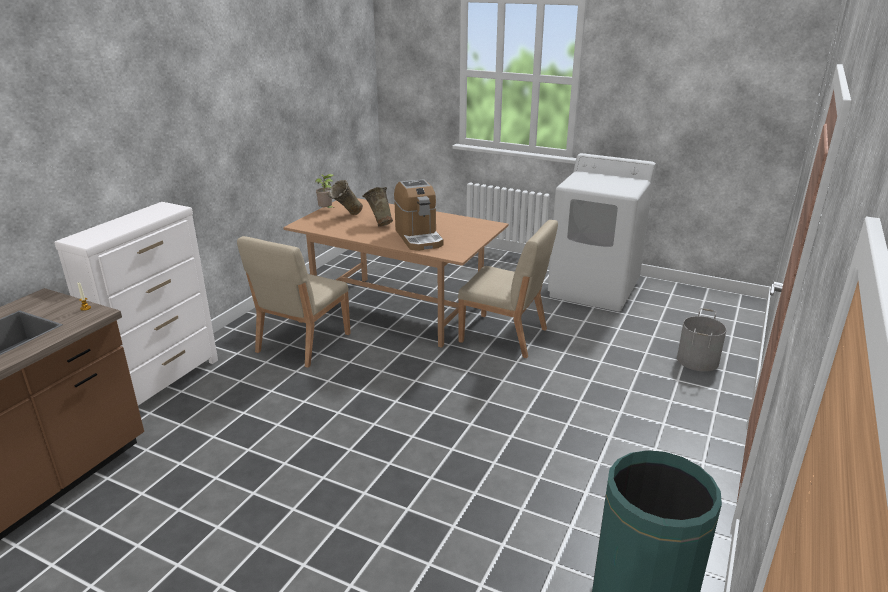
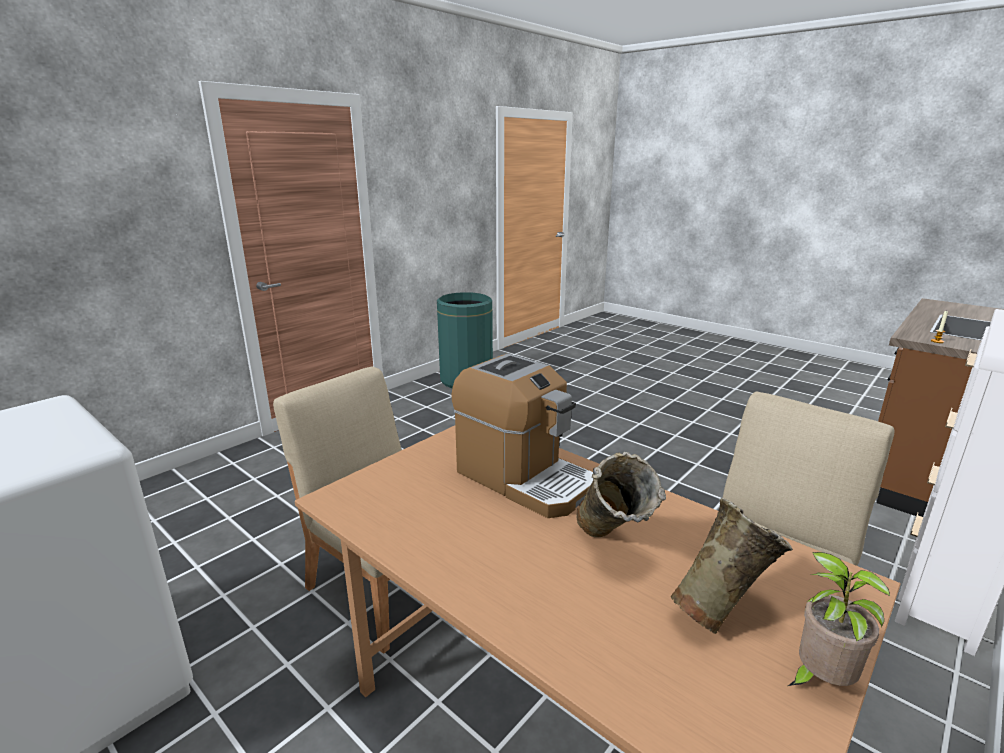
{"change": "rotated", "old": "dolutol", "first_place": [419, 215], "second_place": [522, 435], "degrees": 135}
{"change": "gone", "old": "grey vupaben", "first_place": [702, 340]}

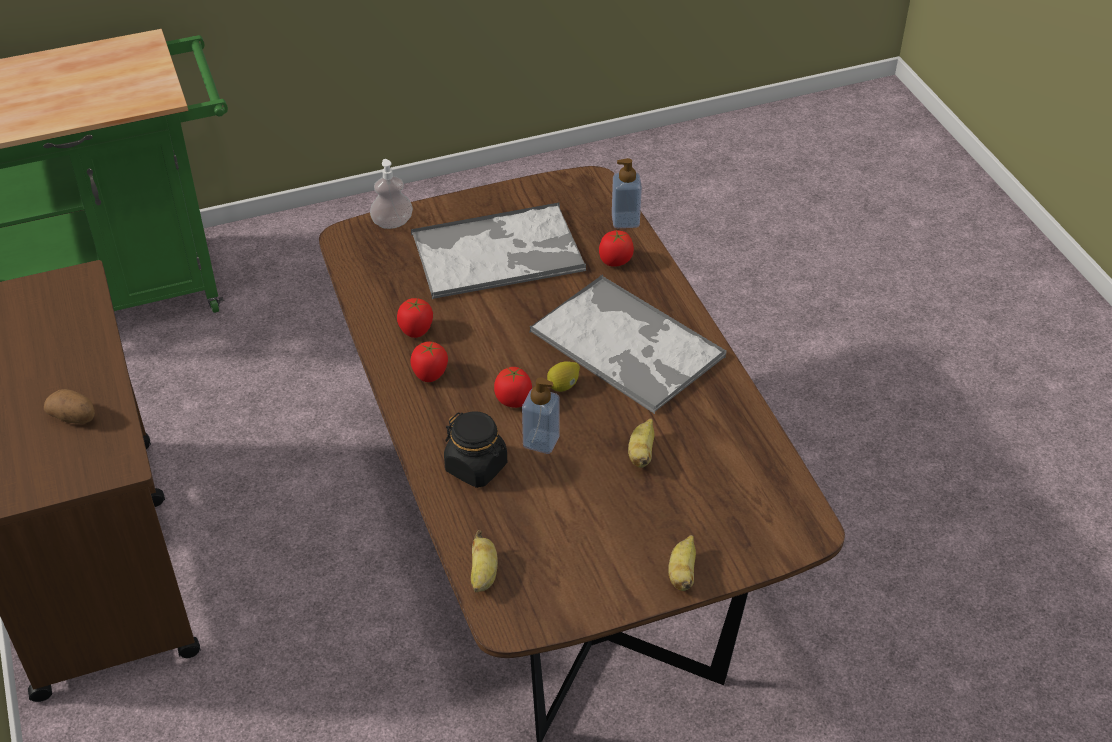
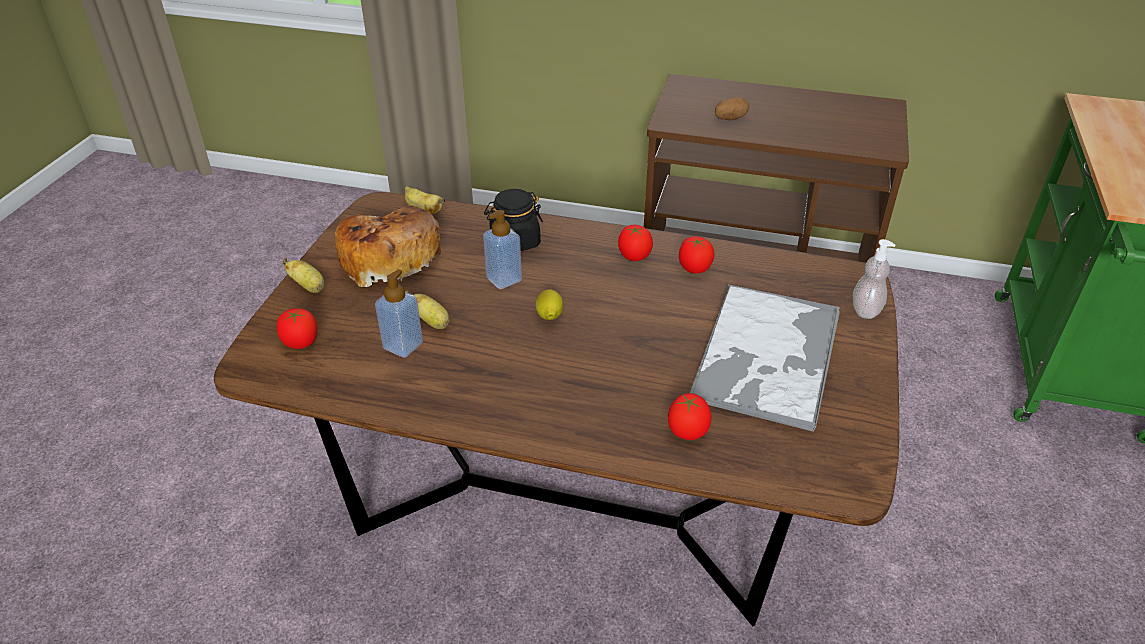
{"change": "shifted", "old": "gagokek", "first_place": [627, 193], "second_place": [399, 313]}
{"change": "gone", "old": "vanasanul", "first_place": [628, 344]}
{"change": "shifted", "old": "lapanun", "first_place": [513, 387], "second_place": [297, 328]}
{"change": "new", "new": "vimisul", "second_place": [388, 246]}

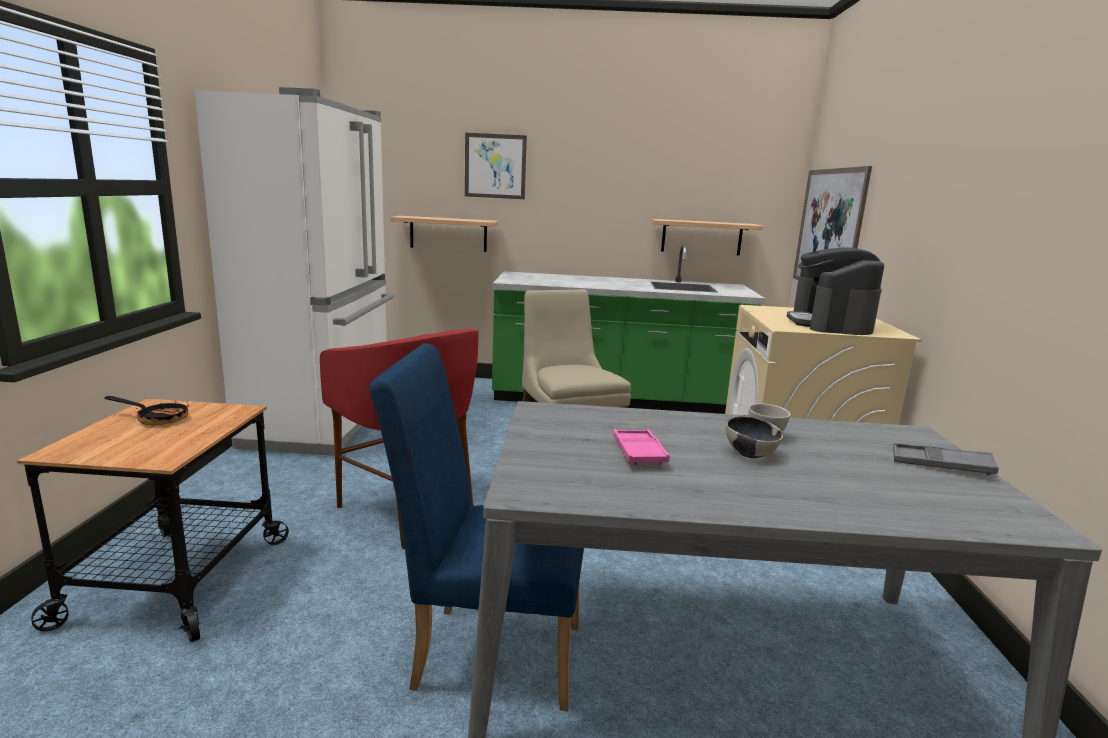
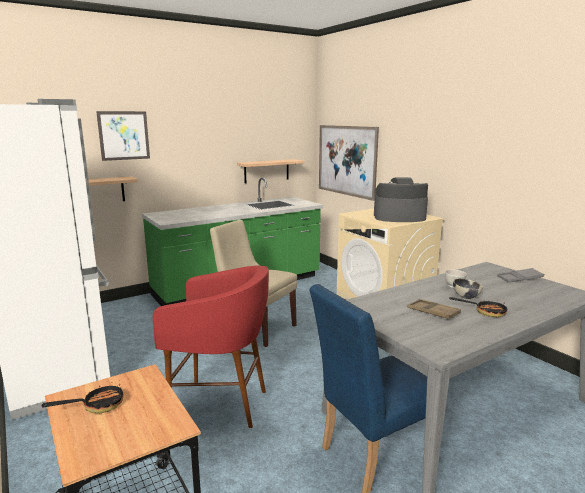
{"change": "rotated", "old": "dolutol", "first_place": [835, 291], "second_place": [401, 199], "degrees": 120}
{"change": "repainted", "old": "pink vanasanul", "new": "brown vanasanul", "first_place": [641, 447], "second_place": [434, 309]}
{"change": "new", "new": "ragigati", "second_place": [478, 307]}

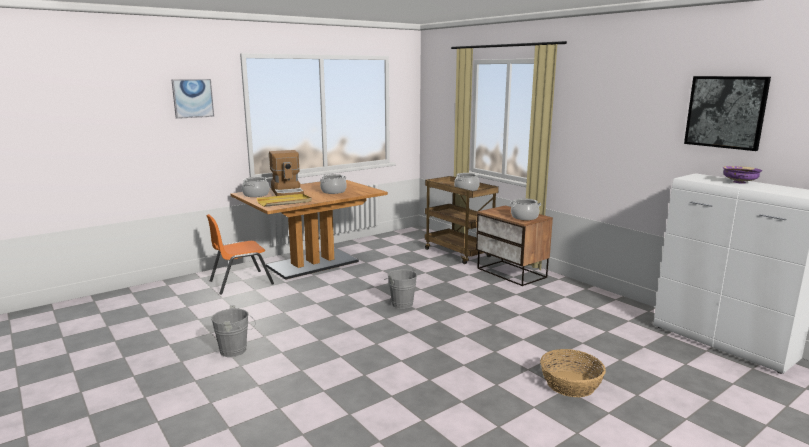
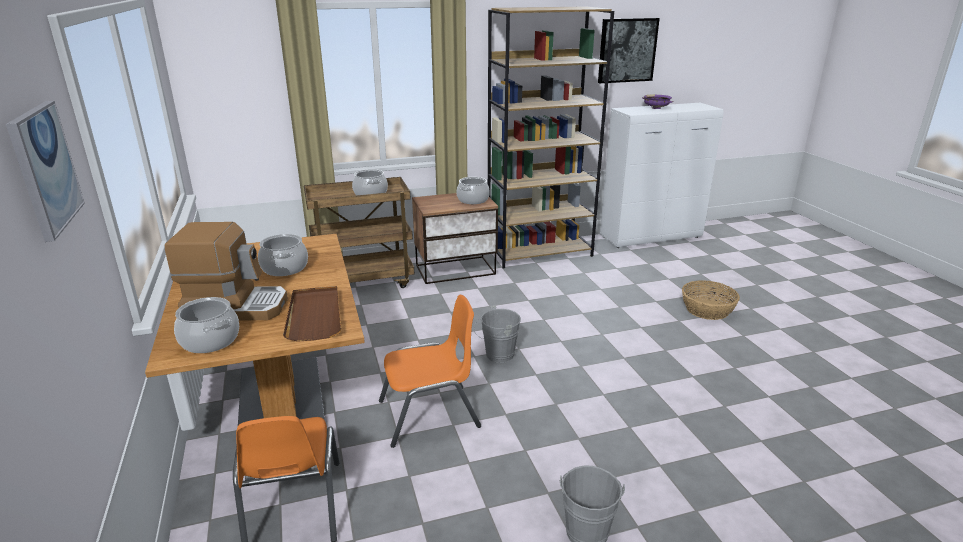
{"change": "repainted", "old": "yellow vanasanul", "new": "brown vanasanul", "first_place": [284, 200], "second_place": [312, 314]}
{"change": "new", "new": "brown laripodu", "second_place": [551, 137]}
{"change": "new", "new": "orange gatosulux", "second_place": [430, 371]}

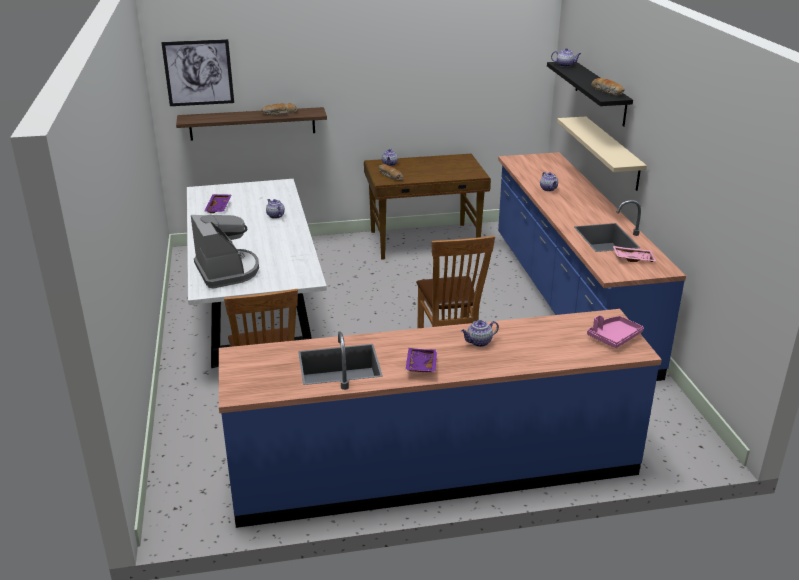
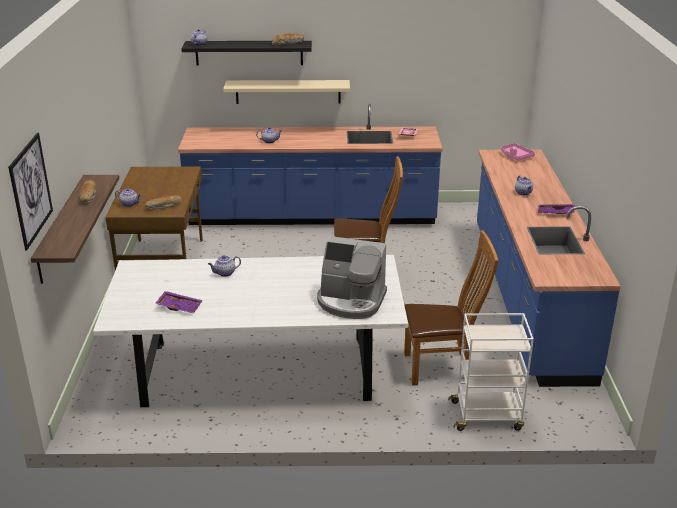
{"change": "rotated", "old": "dolutol", "first_place": [225, 252], "second_place": [352, 277], "degrees": -150}
{"change": "new", "new": "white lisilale", "second_place": [491, 372]}

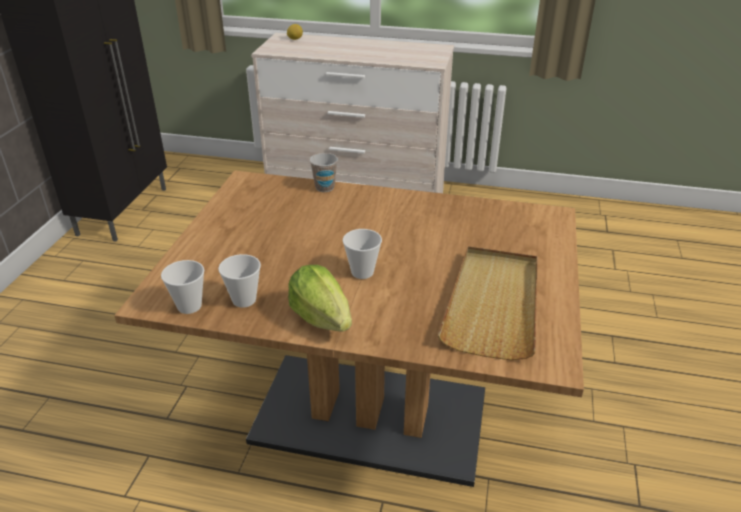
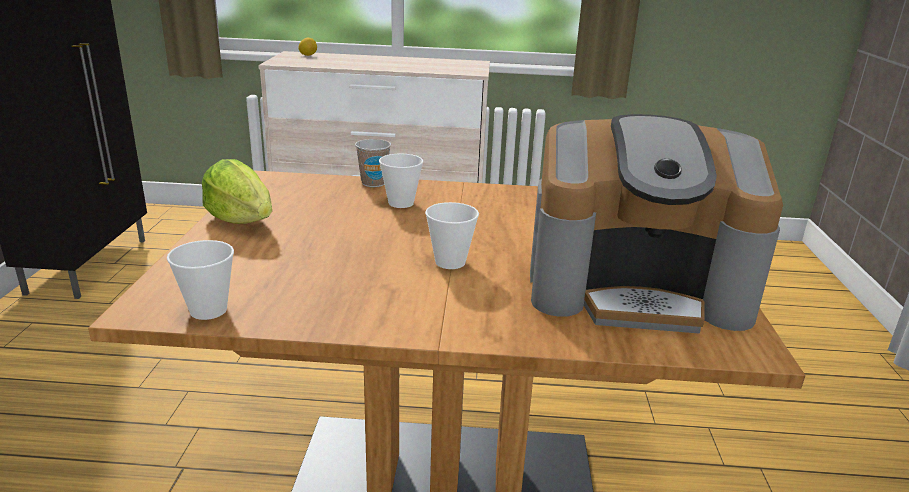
{"change": "swapped", "old": "beige vanasanul", "new": "dolutol", "first_place": [488, 303], "second_place": [656, 224]}
{"change": "shifted", "old": "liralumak", "first_place": [239, 281], "second_place": [401, 181]}
{"change": "shifted", "old": "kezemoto", "first_place": [320, 298], "second_place": [237, 191]}

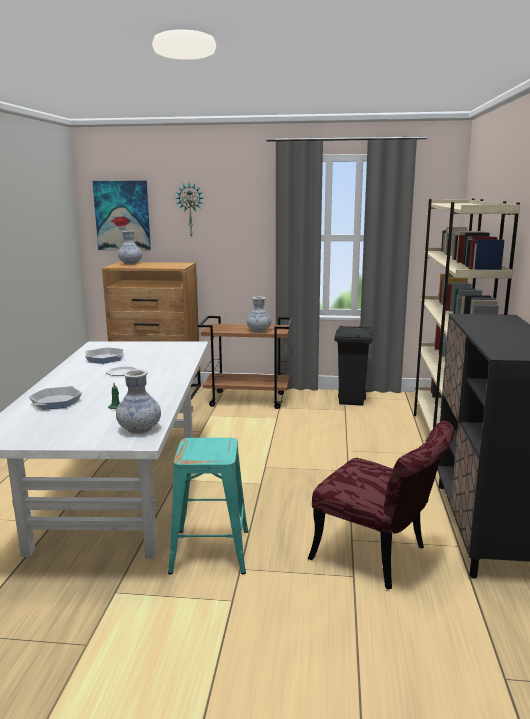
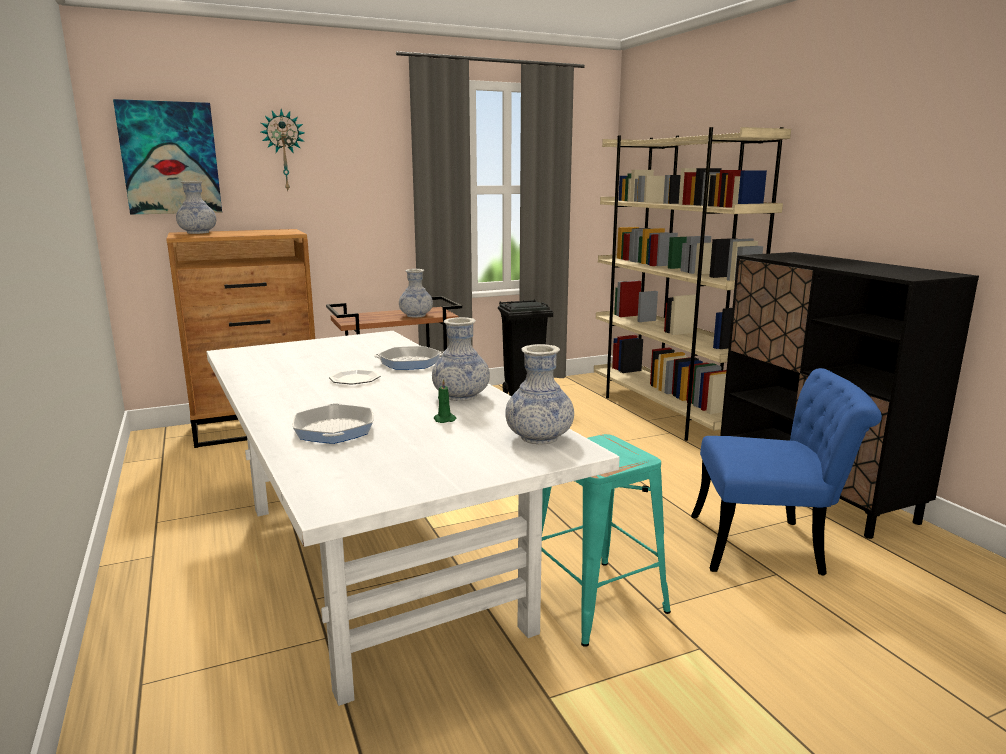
{"change": "shifted", "old": "ragigati", "first_place": [105, 355], "second_place": [408, 358]}
{"change": "repainted", "old": "red gatosulux", "new": "blue gatosulux", "first_place": [381, 505], "second_place": [786, 472]}
{"change": "new", "new": "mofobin", "second_place": [461, 359]}

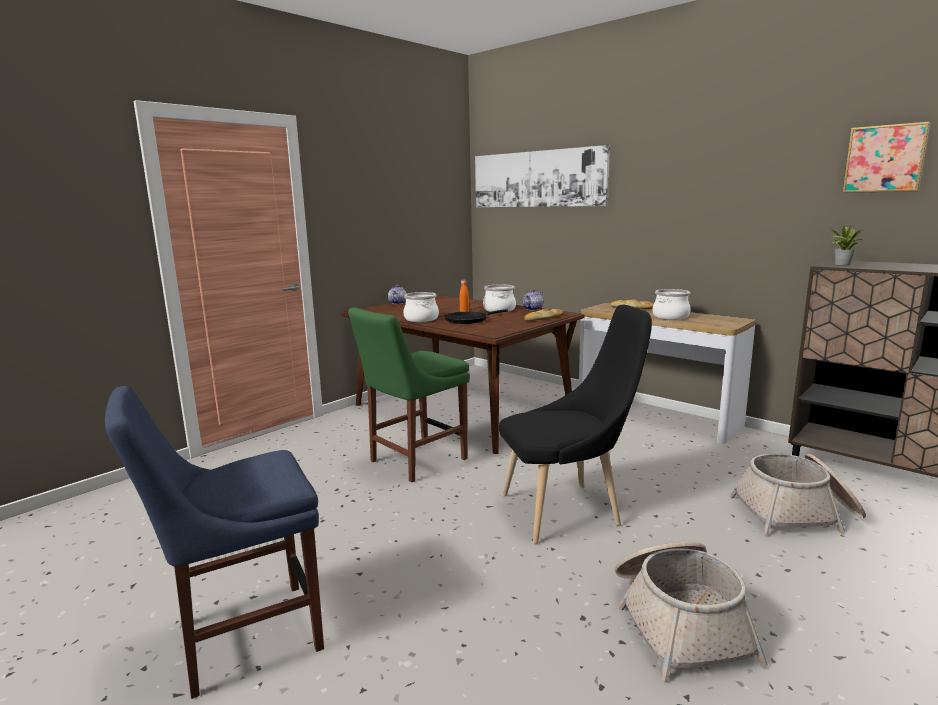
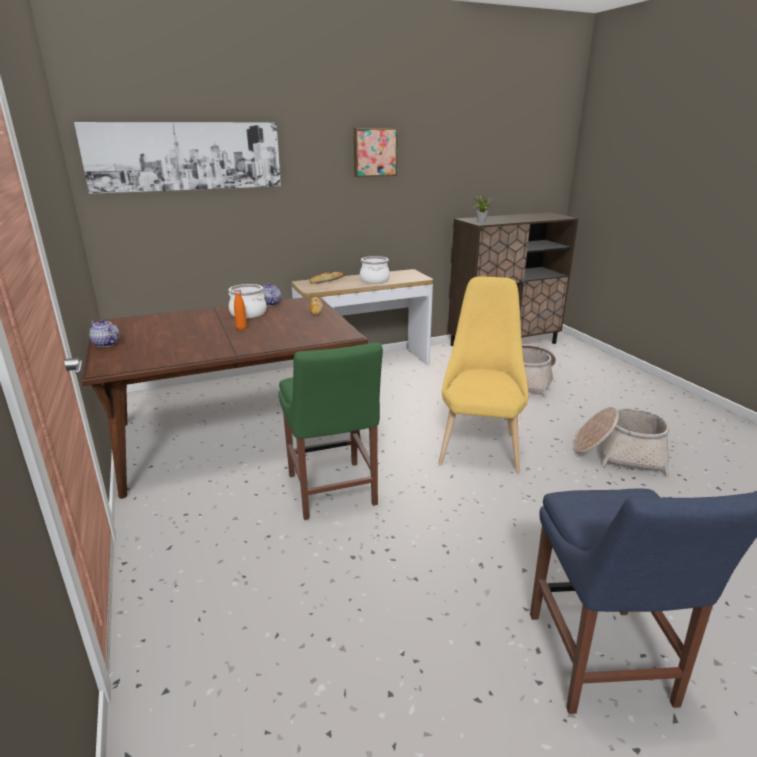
{"change": "shifted", "old": "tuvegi", "first_place": [886, 157], "second_place": [376, 152]}
{"change": "gone", "old": "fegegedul", "first_place": [421, 307]}
{"change": "repainted", "old": "black gatosulux", "new": "yellow gatosulux", "first_place": [575, 424], "second_place": [483, 374]}
{"change": "gone", "old": "black ragigati", "first_place": [476, 316]}

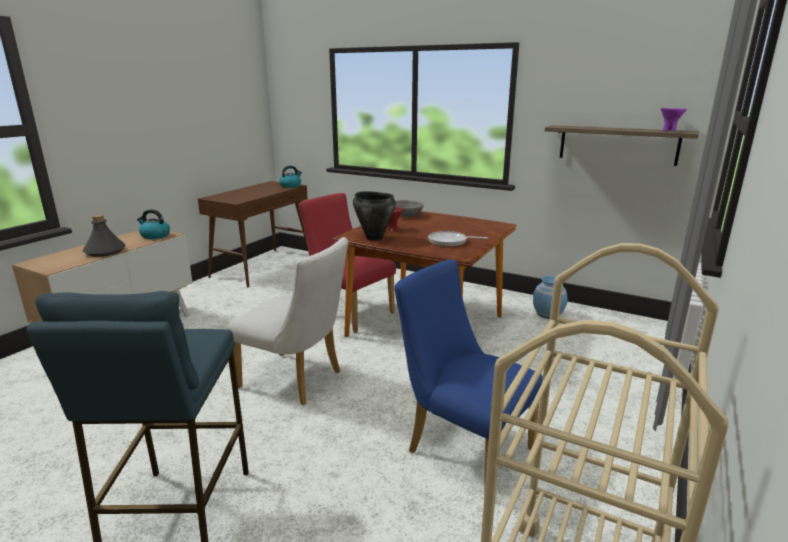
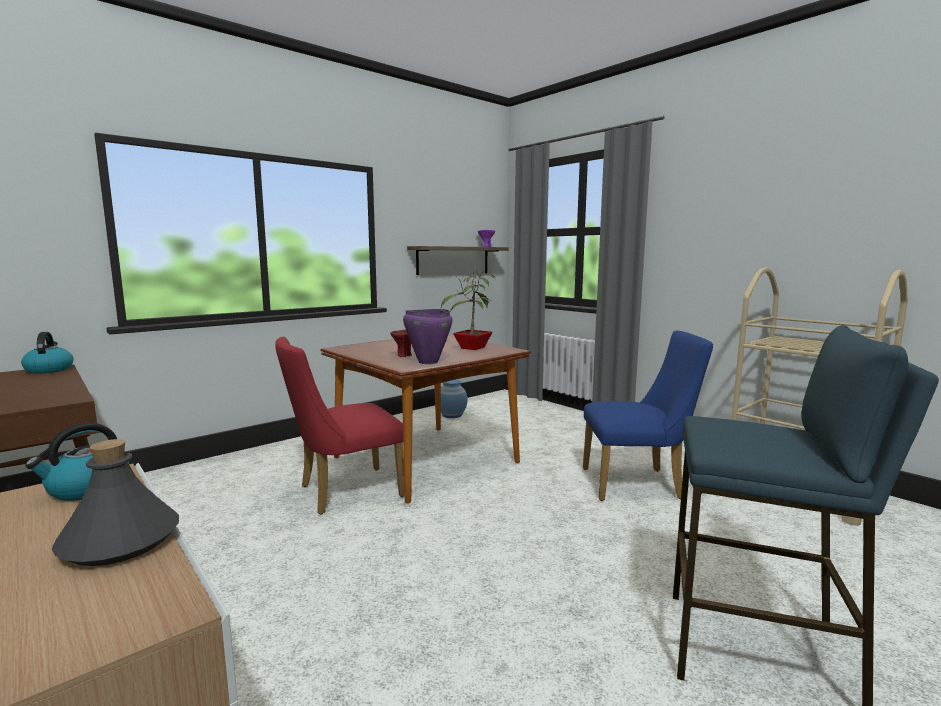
{"change": "repainted", "old": "black fegegedul", "new": "purple fegegedul", "first_place": [374, 216], "second_place": [428, 336]}
{"change": "gone", "old": "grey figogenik", "first_place": [409, 208]}
{"change": "swapped", "old": "ragigati", "new": "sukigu", "first_place": [458, 239], "second_place": [468, 310]}
{"change": "gone", "old": "white gatosulux", "first_place": [287, 321]}
{"change": "rotated", "old": "blue gatosulux", "first_place": [468, 376], "second_place": [648, 416], "degrees": -150}

